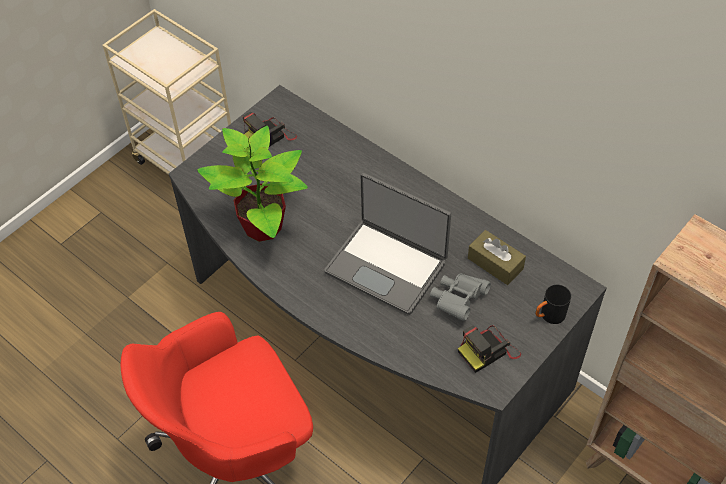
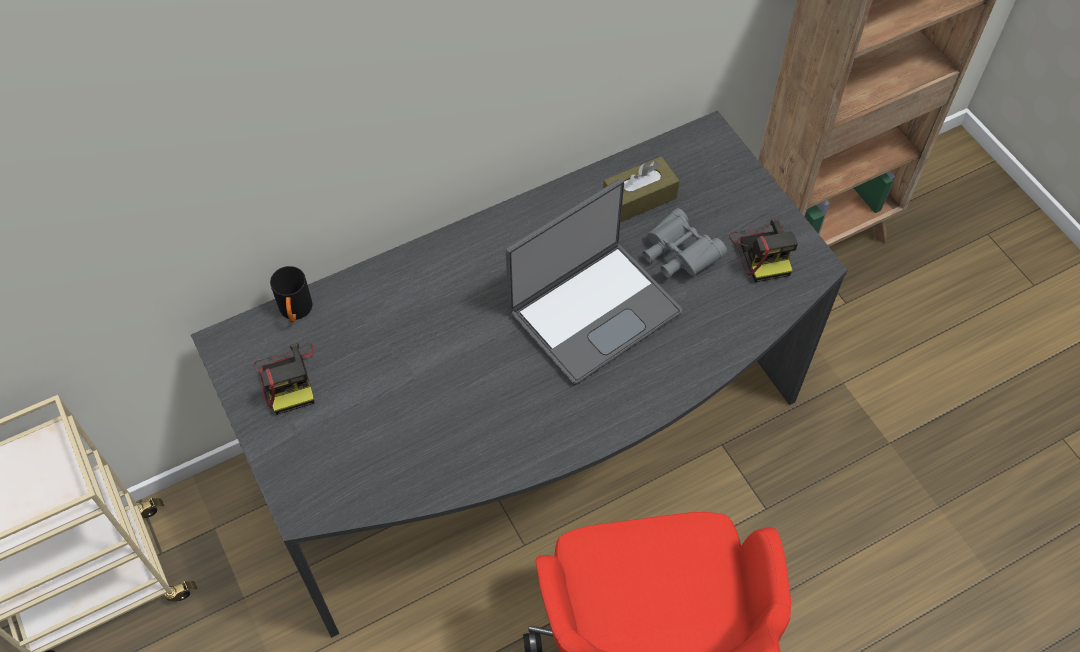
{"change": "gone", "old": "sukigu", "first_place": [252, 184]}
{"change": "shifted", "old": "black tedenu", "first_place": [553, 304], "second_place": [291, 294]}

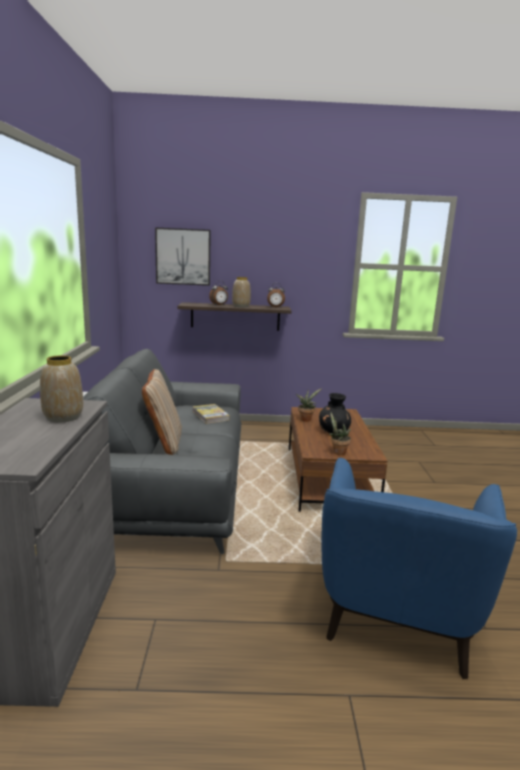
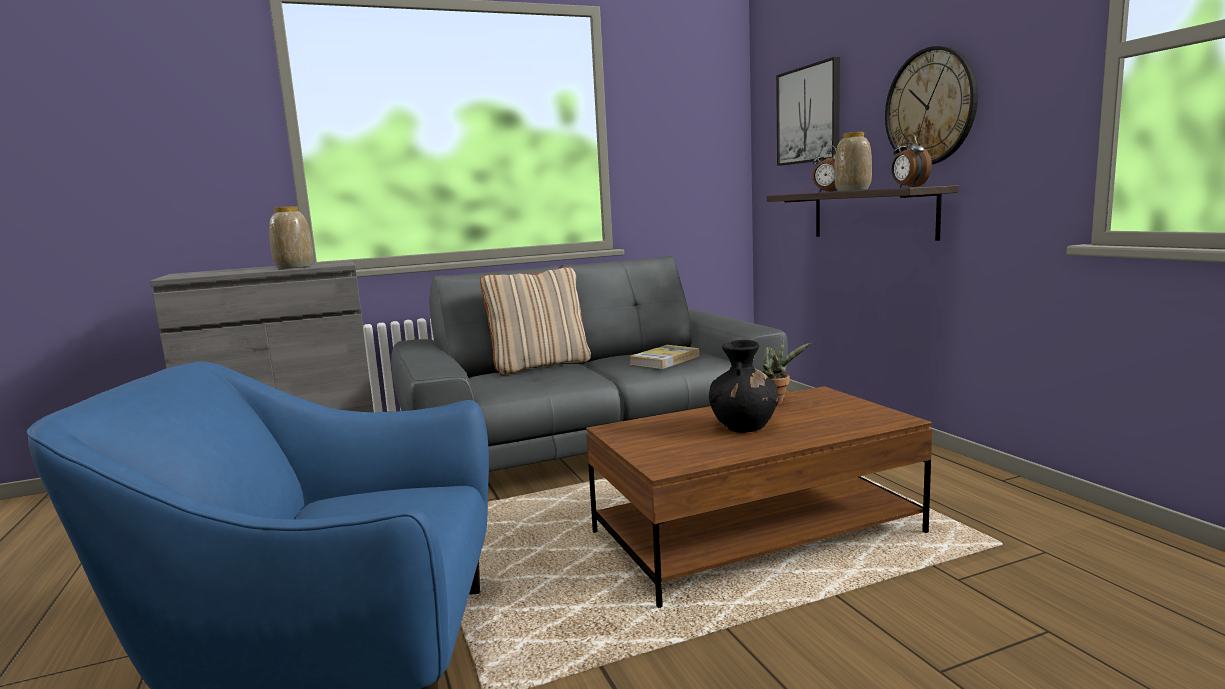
{"change": "gone", "old": "sukigu", "first_place": [340, 433]}
{"change": "new", "new": "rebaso", "second_place": [931, 105]}

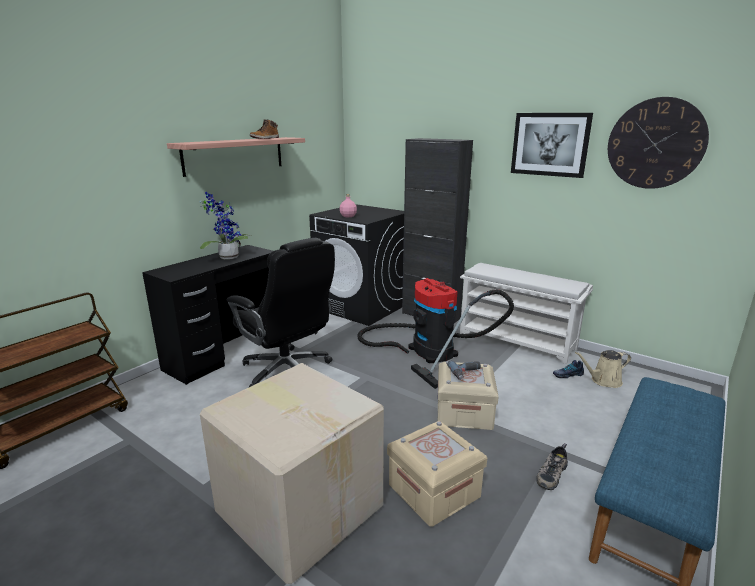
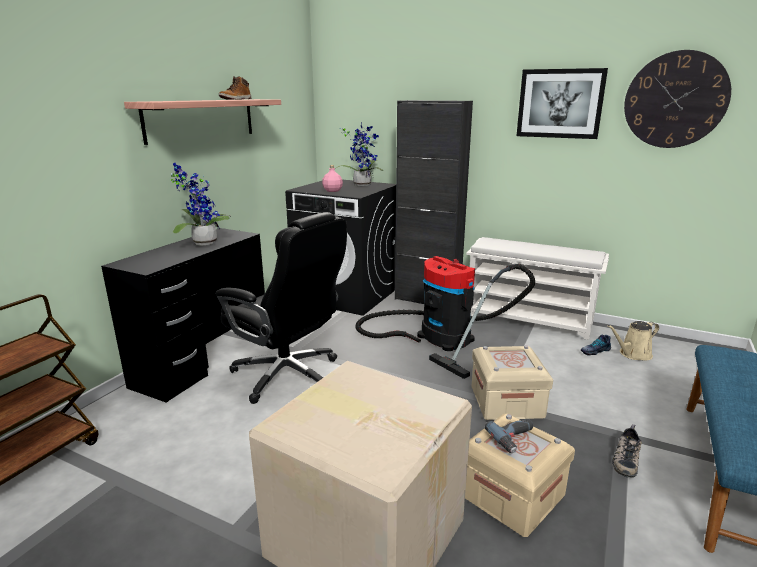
{"change": "shifted", "old": "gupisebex", "first_place": [464, 370], "second_place": [509, 436]}
{"change": "new", "new": "sukigu", "second_place": [360, 154]}

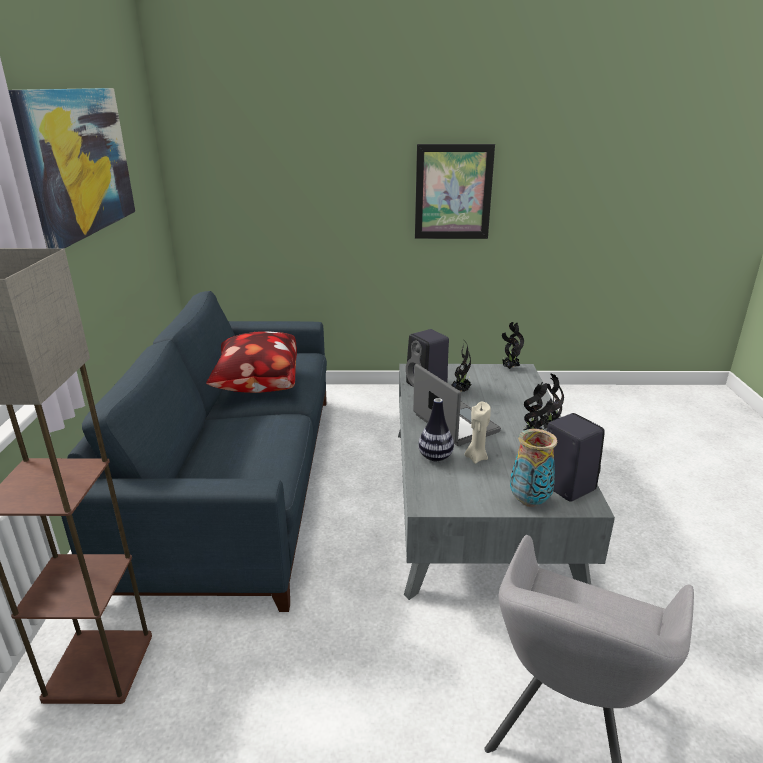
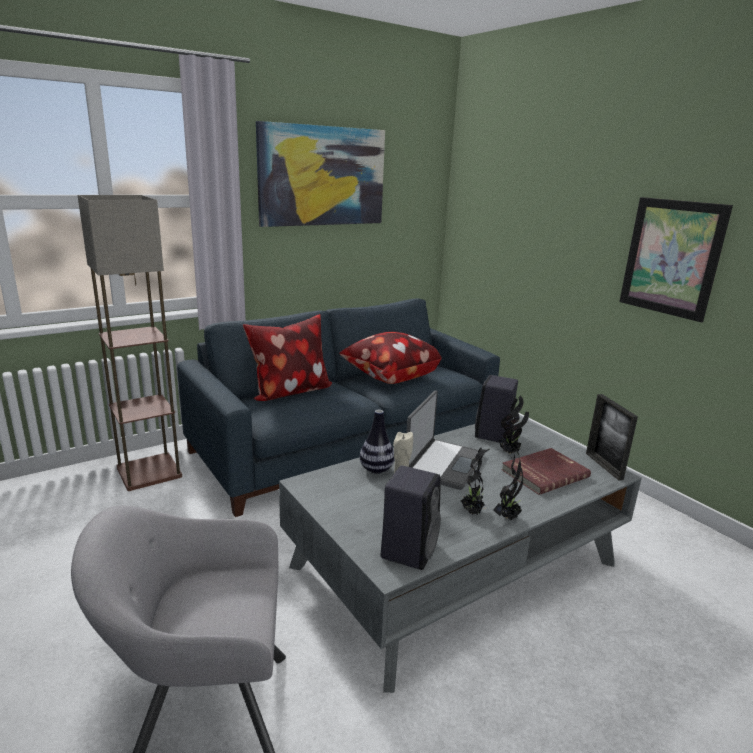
{"change": "swapped", "old": "sukigu", "new": "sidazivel", "first_place": [513, 345], "second_place": [612, 437]}
{"change": "gone", "old": "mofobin", "first_place": [533, 468]}
{"change": "new", "new": "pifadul", "second_place": [287, 357]}
{"change": "new", "new": "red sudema", "second_place": [546, 471]}

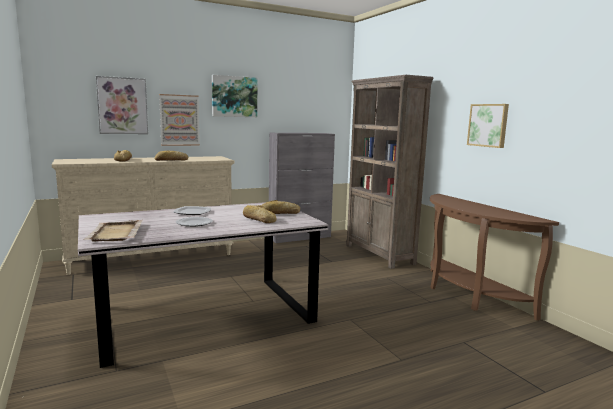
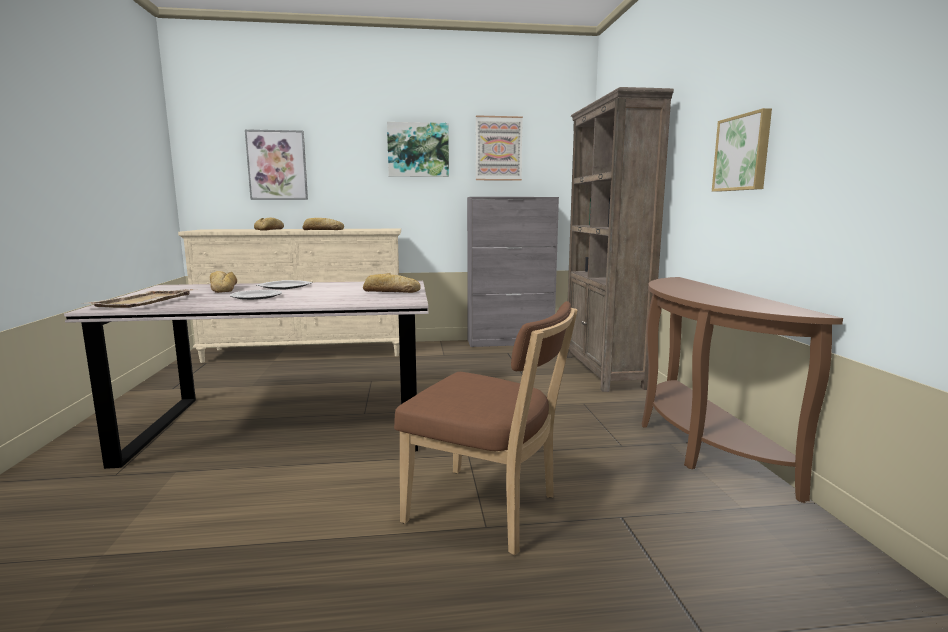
{"change": "shifted", "old": "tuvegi", "first_place": [179, 120], "second_place": [499, 148]}
{"change": "shifted", "old": "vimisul", "first_place": [260, 214], "second_place": [223, 282]}
{"change": "new", "new": "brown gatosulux", "second_place": [486, 428]}

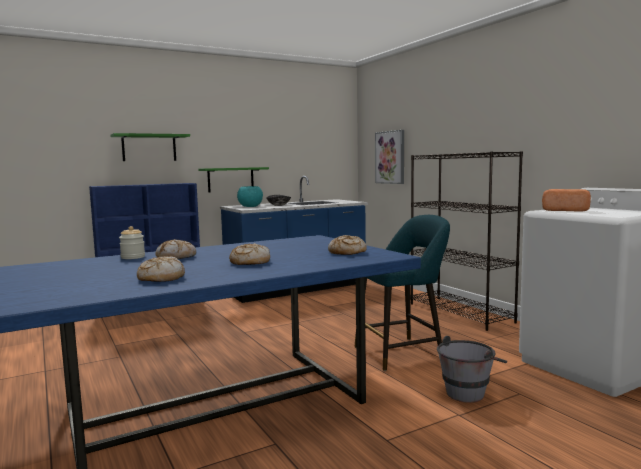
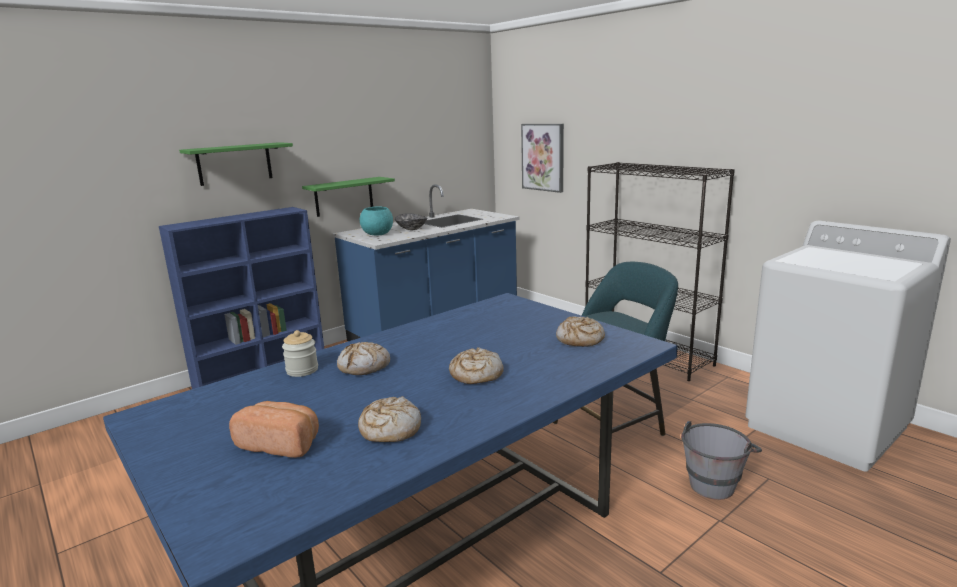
{"change": "shifted", "old": "vimisul", "first_place": [566, 200], "second_place": [274, 429]}

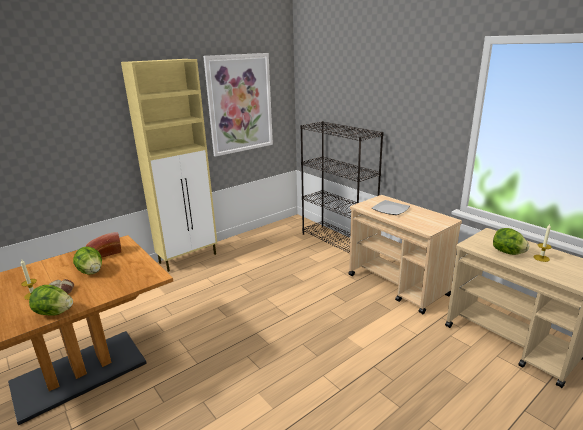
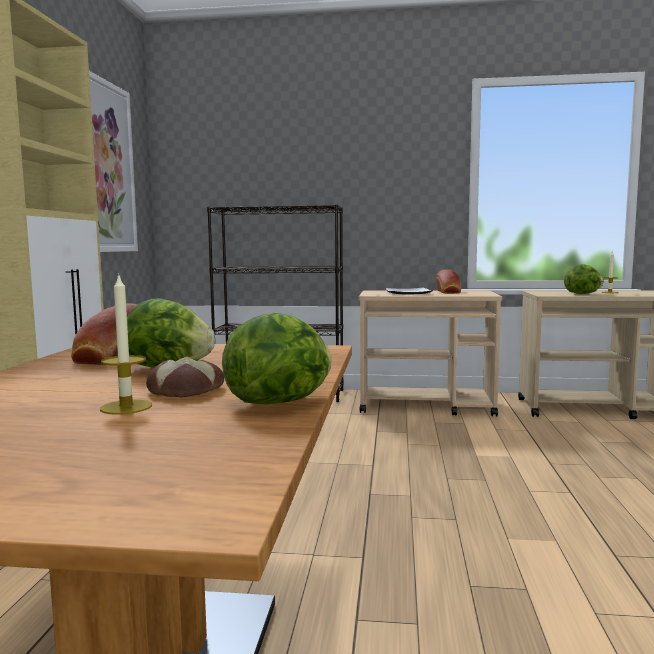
{"change": "new", "new": "vimisul", "second_place": [448, 281]}

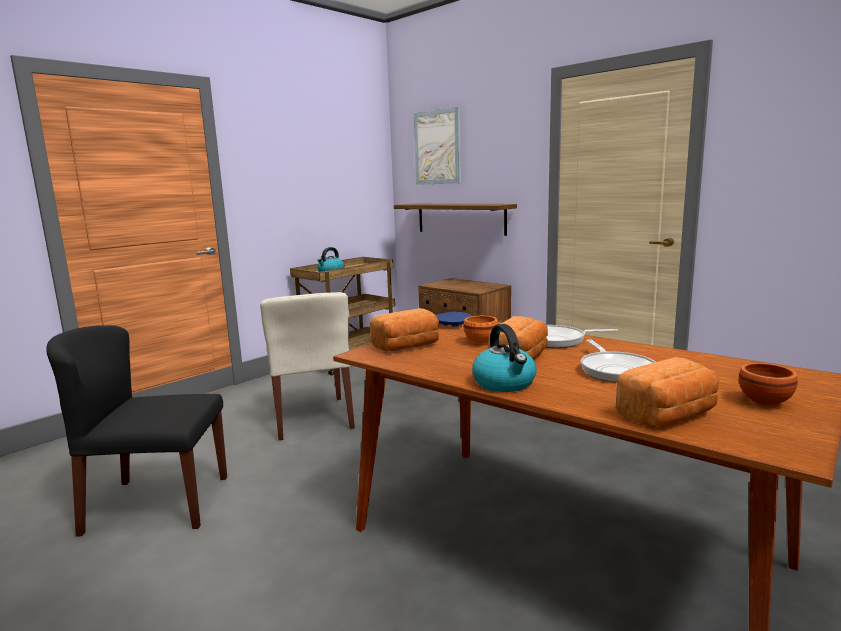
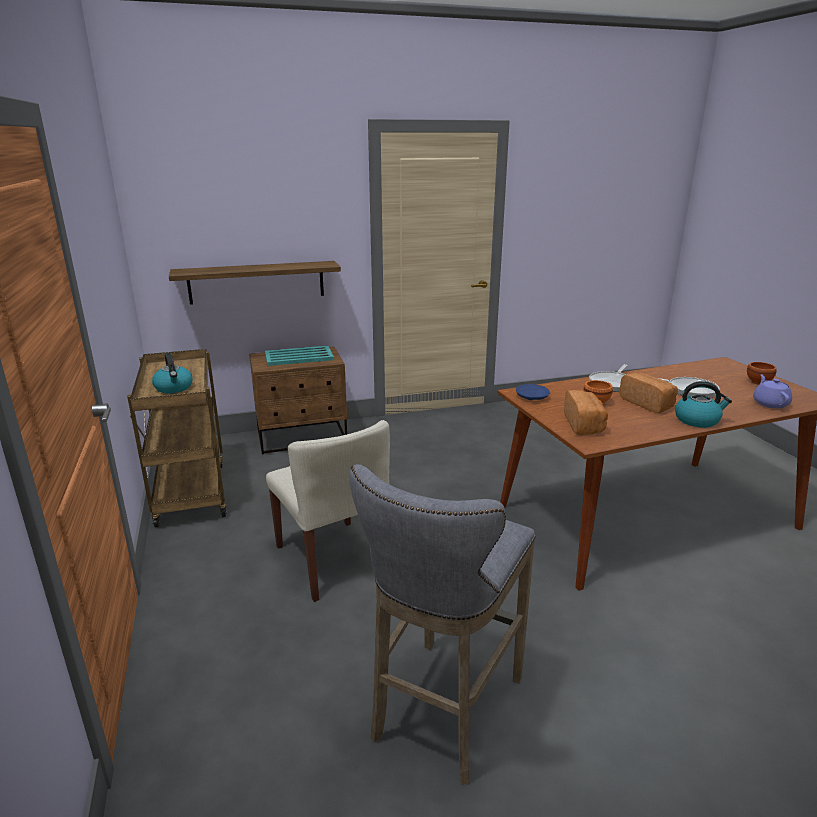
{"change": "gone", "old": "tuvegi", "first_place": [437, 145]}
{"change": "rotated", "old": "beige gatosulux", "first_place": [307, 366], "second_place": [328, 511], "degrees": 45}
{"change": "swapped", "old": "black gatosulux", "new": "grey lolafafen", "first_place": [136, 431], "second_place": [442, 624]}
{"change": "swapped", "old": "vimisul", "new": "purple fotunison", "first_place": [667, 392], "second_place": [772, 391]}
{"change": "new", "new": "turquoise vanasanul", "second_place": [299, 356]}

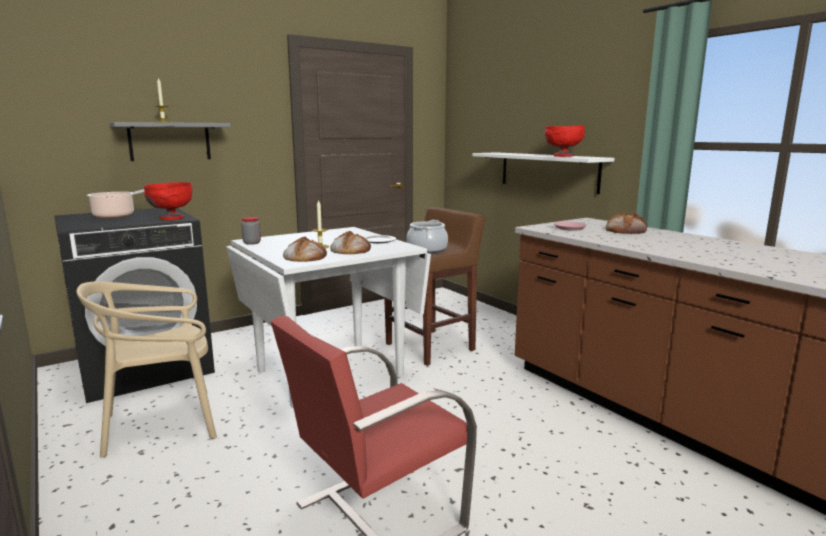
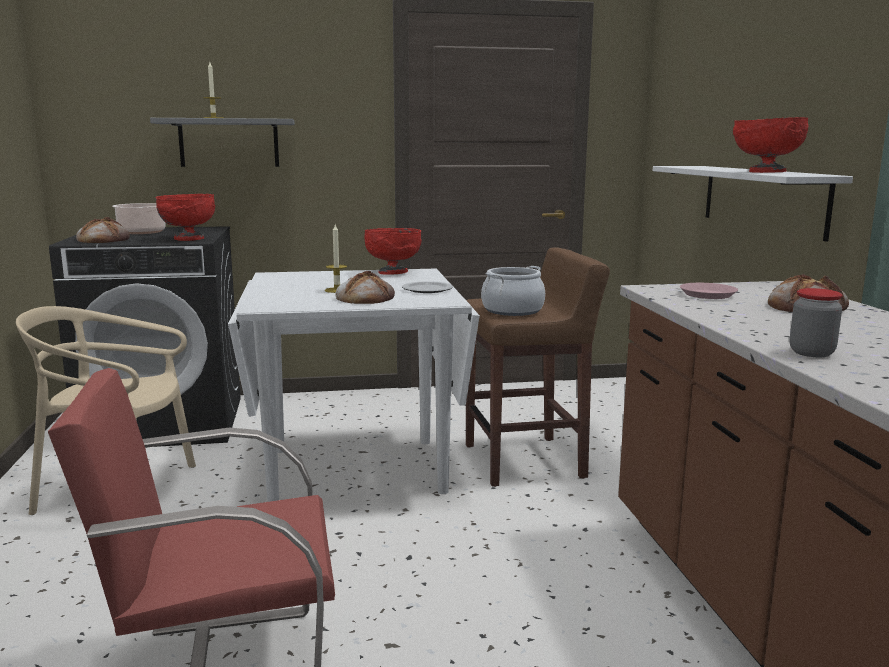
{"change": "shifted", "old": "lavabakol", "first_place": [251, 231], "second_place": [816, 322]}
{"change": "shifted", "old": "vimisul", "first_place": [305, 249], "second_place": [103, 230]}
{"change": "new", "new": "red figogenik", "second_place": [393, 251]}

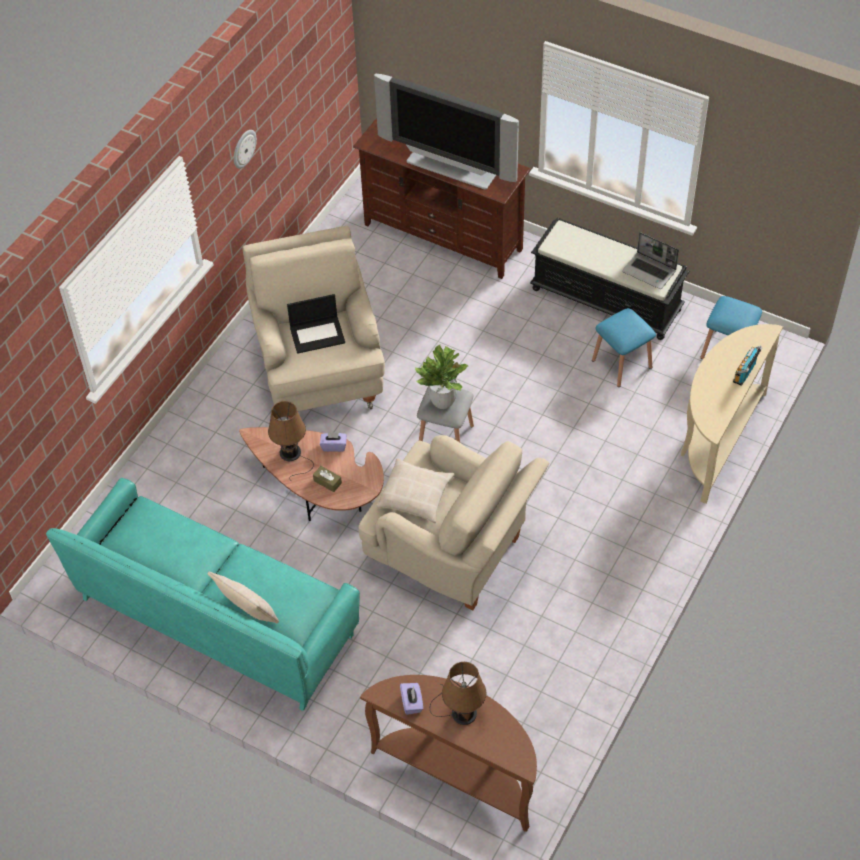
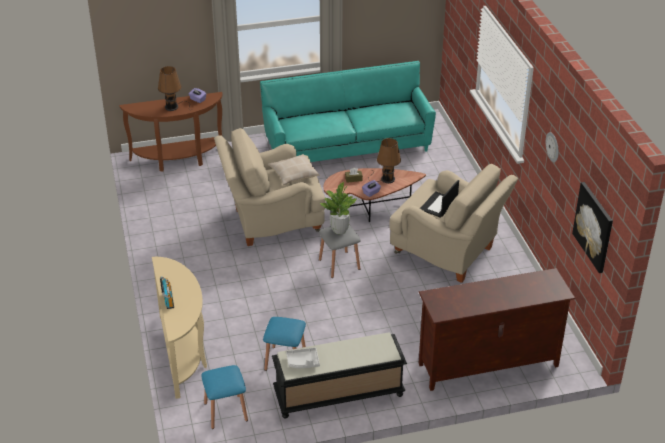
{"change": "gone", "old": "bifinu", "first_place": [446, 131]}
{"change": "swapped", "old": "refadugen", "new": "grey vanasanul", "first_place": [650, 260], "second_place": [303, 358]}
{"change": "gone", "old": "beige pifadul", "first_place": [243, 597]}
{"change": "new", "new": "tuvegi", "second_place": [592, 227]}

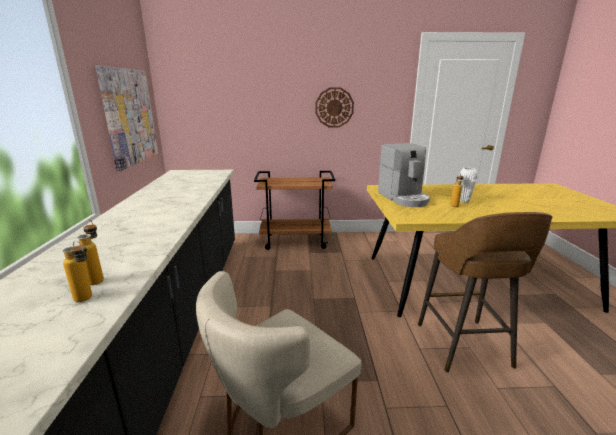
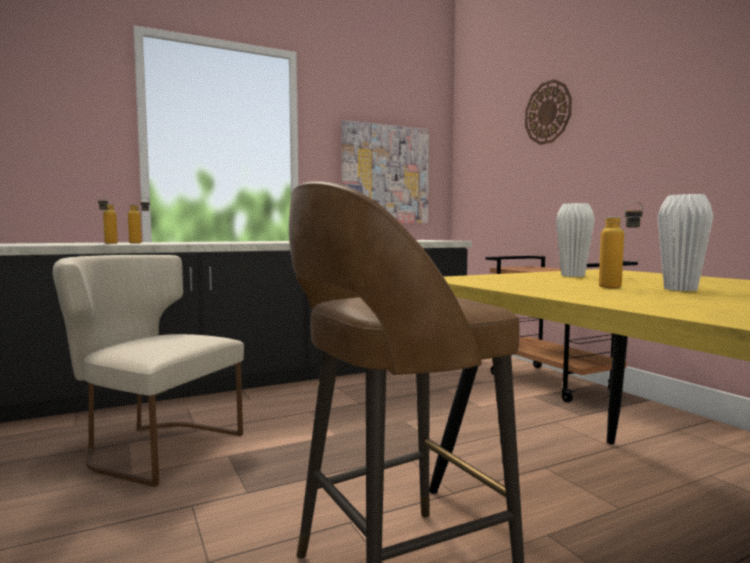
{"change": "shifted", "old": "rebaso", "first_place": [334, 107], "second_place": [548, 112]}
{"change": "swapped", "old": "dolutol", "new": "white mofobin", "first_place": [404, 175], "second_place": [575, 240]}

